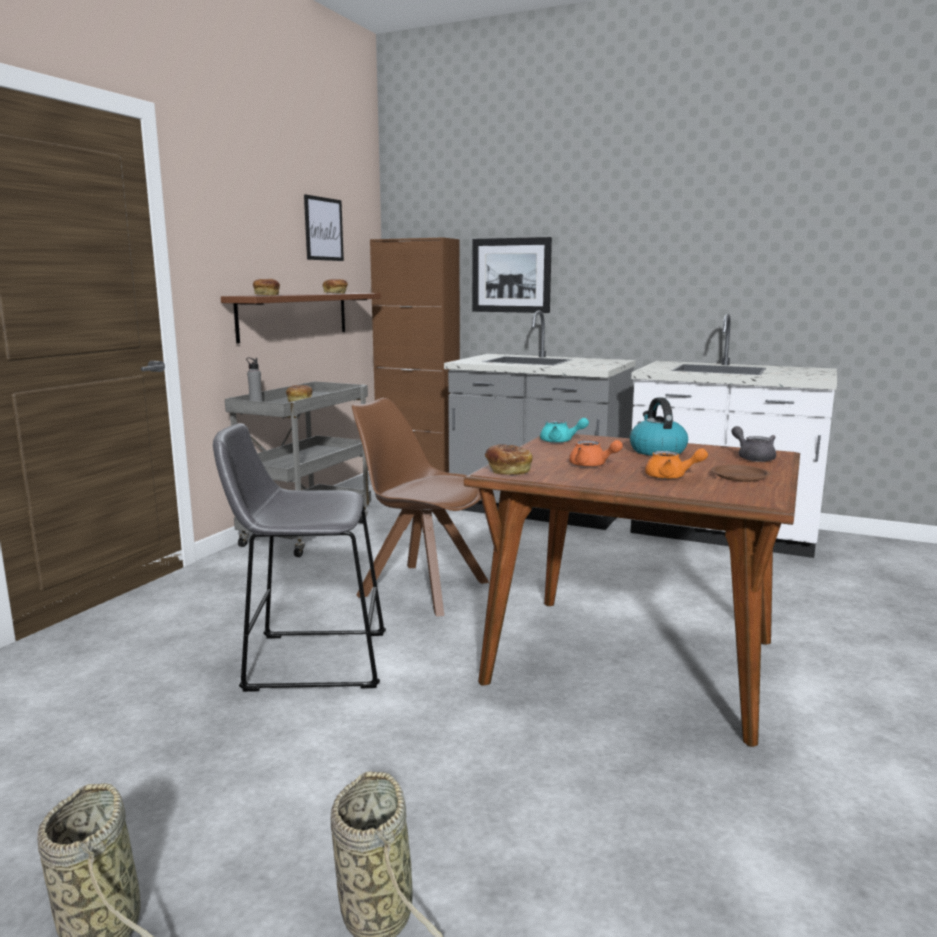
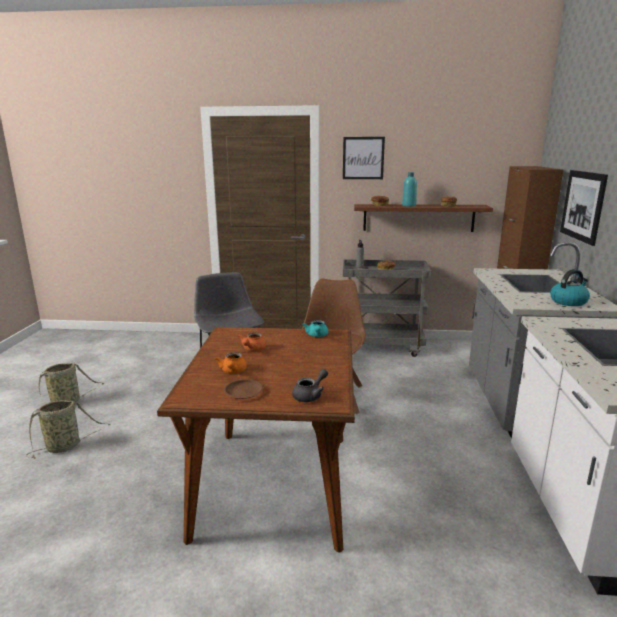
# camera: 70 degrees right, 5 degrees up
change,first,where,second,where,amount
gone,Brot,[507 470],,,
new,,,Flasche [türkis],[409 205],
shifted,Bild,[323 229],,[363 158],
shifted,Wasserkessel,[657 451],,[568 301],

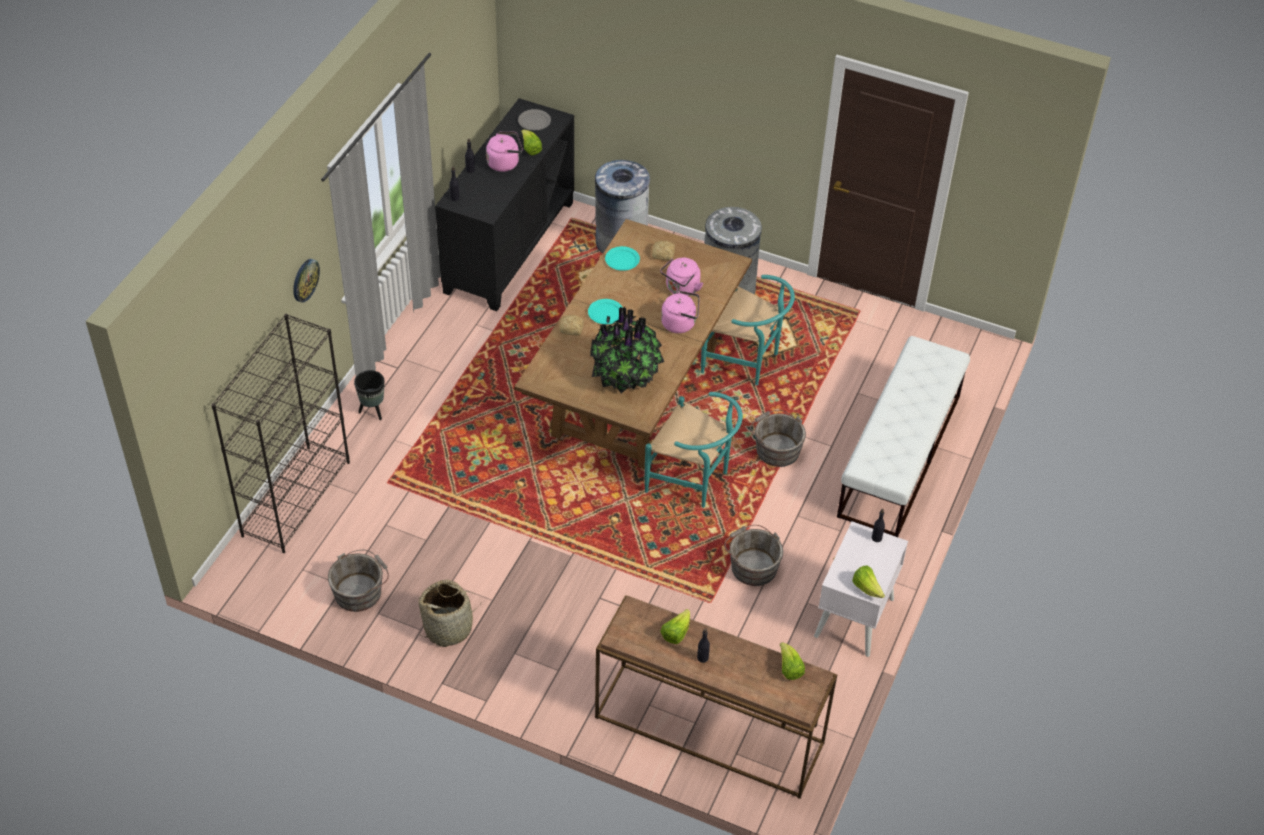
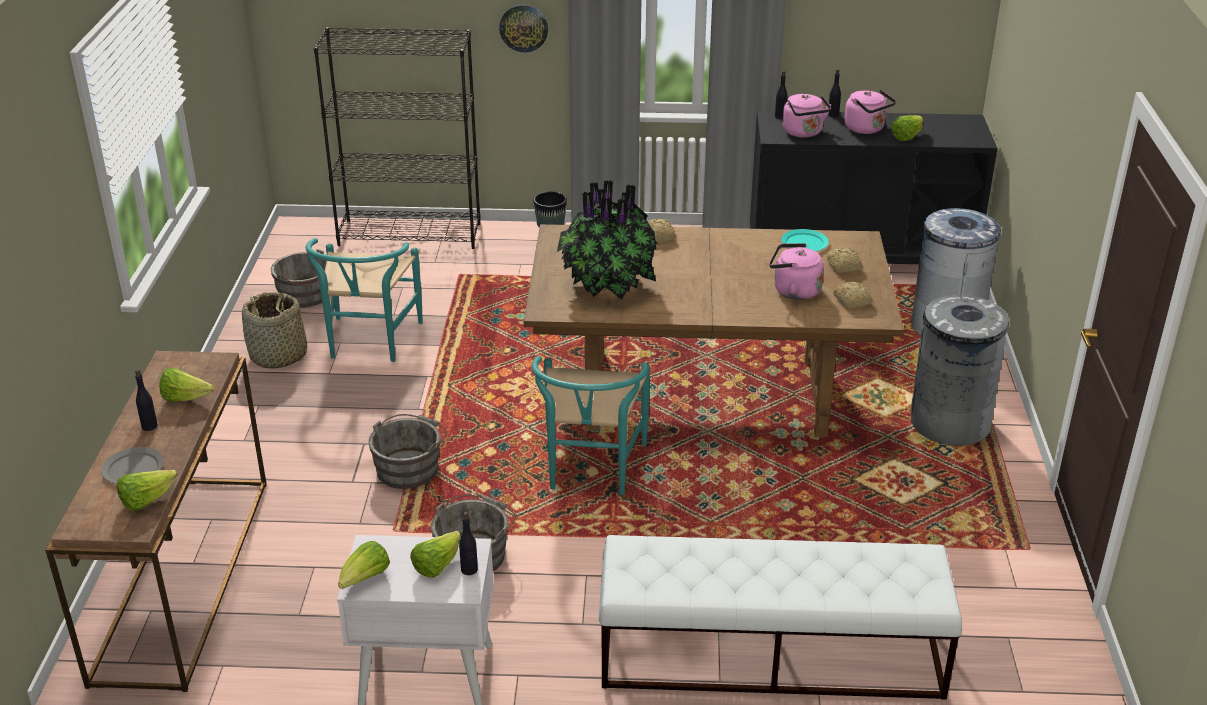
# camera: 70 degrees right, 15 degrees down
change,first,where,second,where,amount
gone,Teller [türkis],[606 313],,,
new,,,Salatkopf,[437 565],
new,,,Brot,[852 300],
shifted,Teller [grau],[534 121],,[133 468],
shifted,Wasserkessel [rosa],[680 323],,[804 133],
shifted,Stuhl [türkis],[746 361],,[369 343],
shifted,Eimer [grau],[776 448],,[410 467],

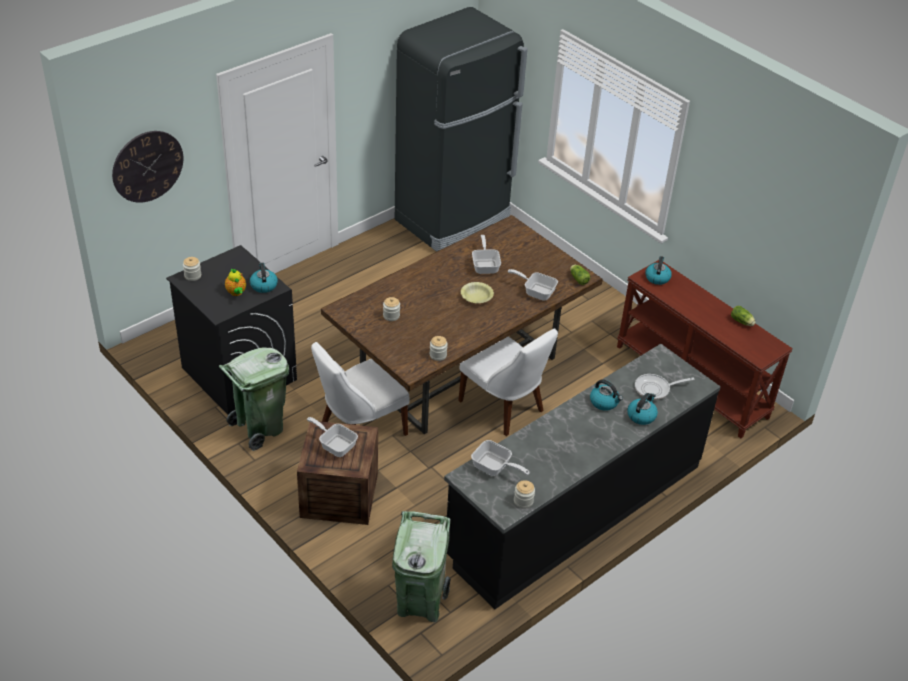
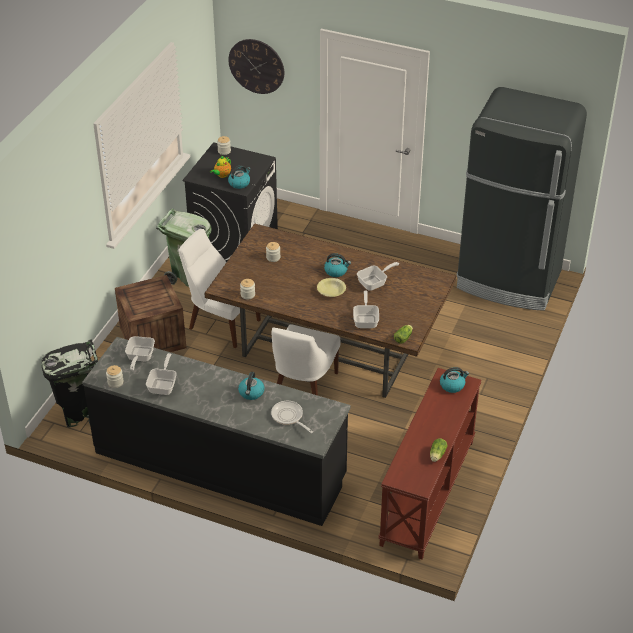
# camera: 65 degrees right, 0 degrees up
change,first,where,second,where,amount
shifted,Pfanne,[335 444],,[163 385],
shifted,Wasserkessel,[641 415],,[336 271],
repainted,Mülleimer [grün],[420 602],Mülleimer [schwarz],[79 413],

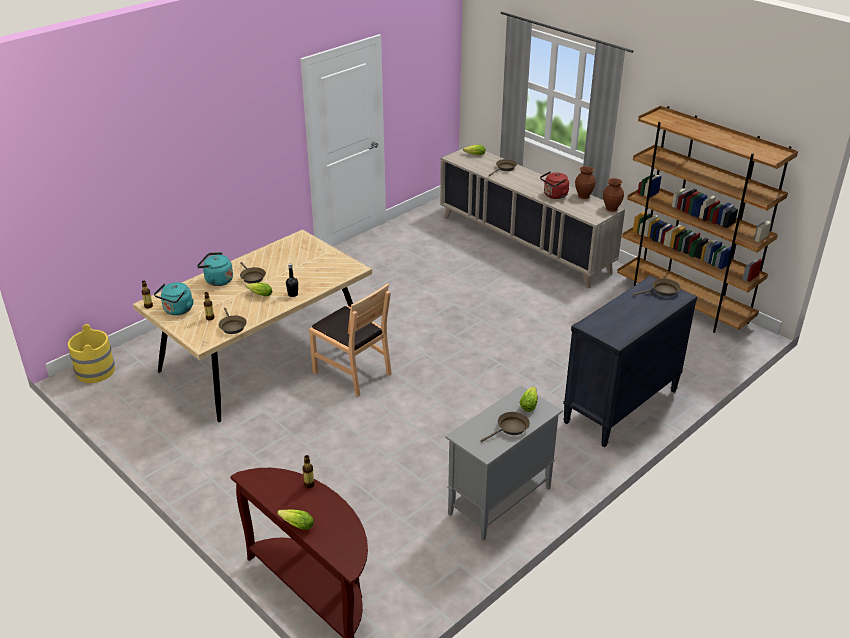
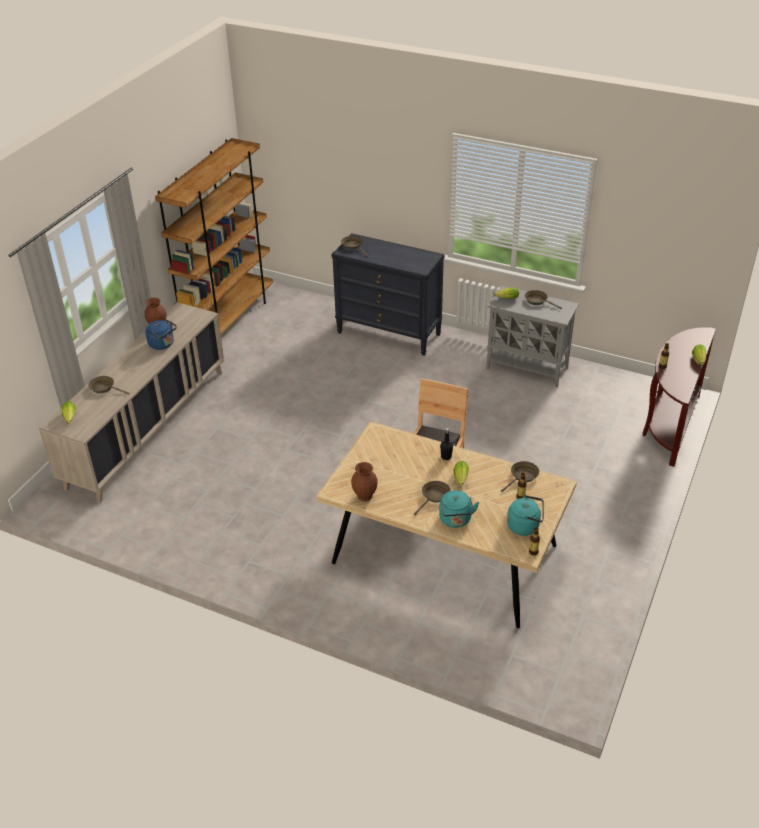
# camera: 110 degrees left, 5 degrees up
change,first,where,second,where,amount
gone,Eimer [gelb],[95 371],,,
shifted,Vase [braun],[611 208],,[364 496],
repainted,Wasserkessel [rot],[554 195],Wasserkessel [blau],[163 344],

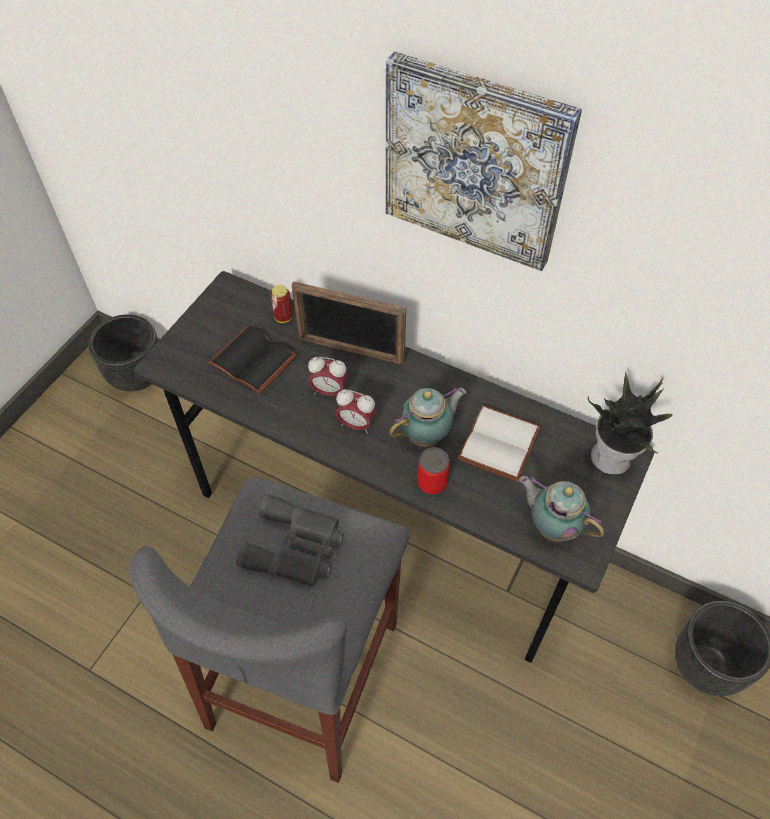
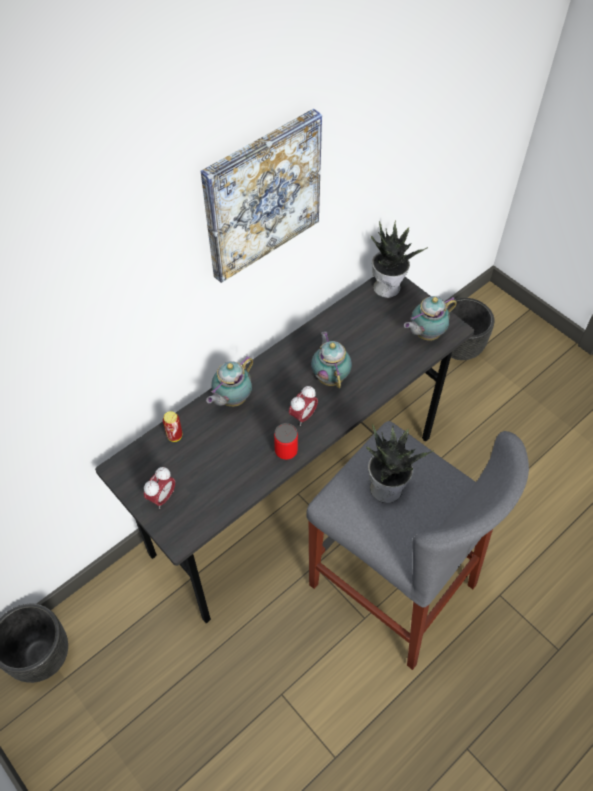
# camera: 70 degrees left, 0 degrees up
change,first,where,second,where,amount
gone,Buch [schwarz],[255 360],,,
gone,Buch [weiß],[500 446],,,
shifted,Wecker,[329 391],,[162 497],
shifted,Dose,[432 483],,[286 451],
swapped,Fernglas [grau],[296 548],Topfpflanze,[387 487],
swapped,Bilderrahmen,[350 350],Teekanne,[232 400],

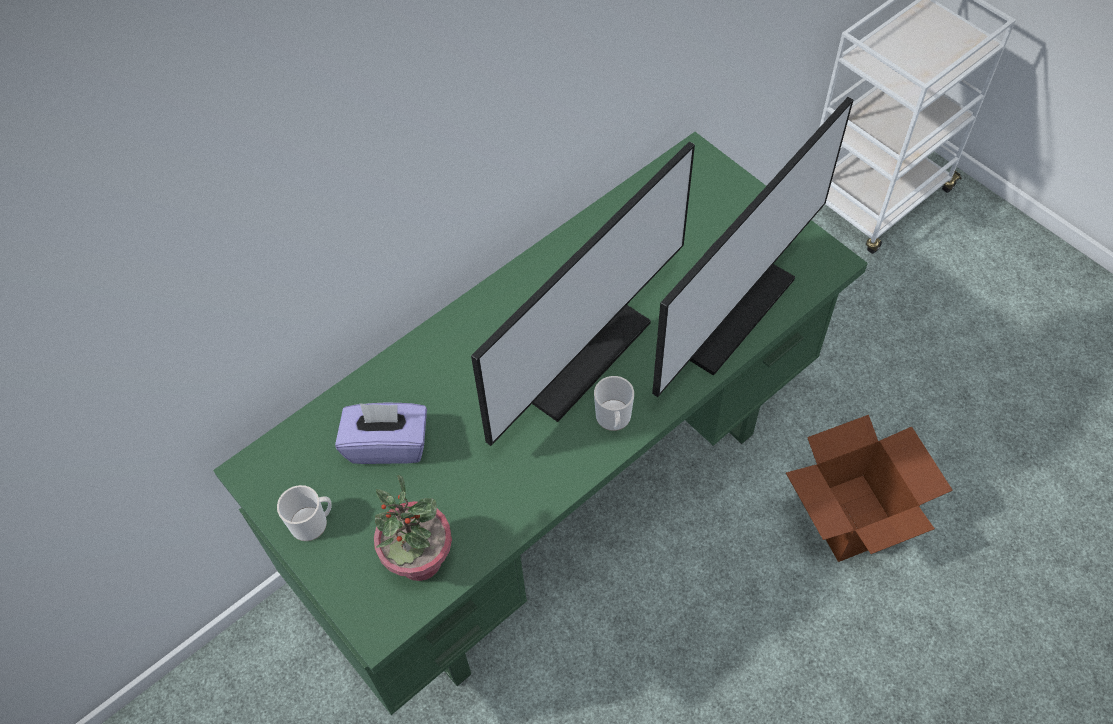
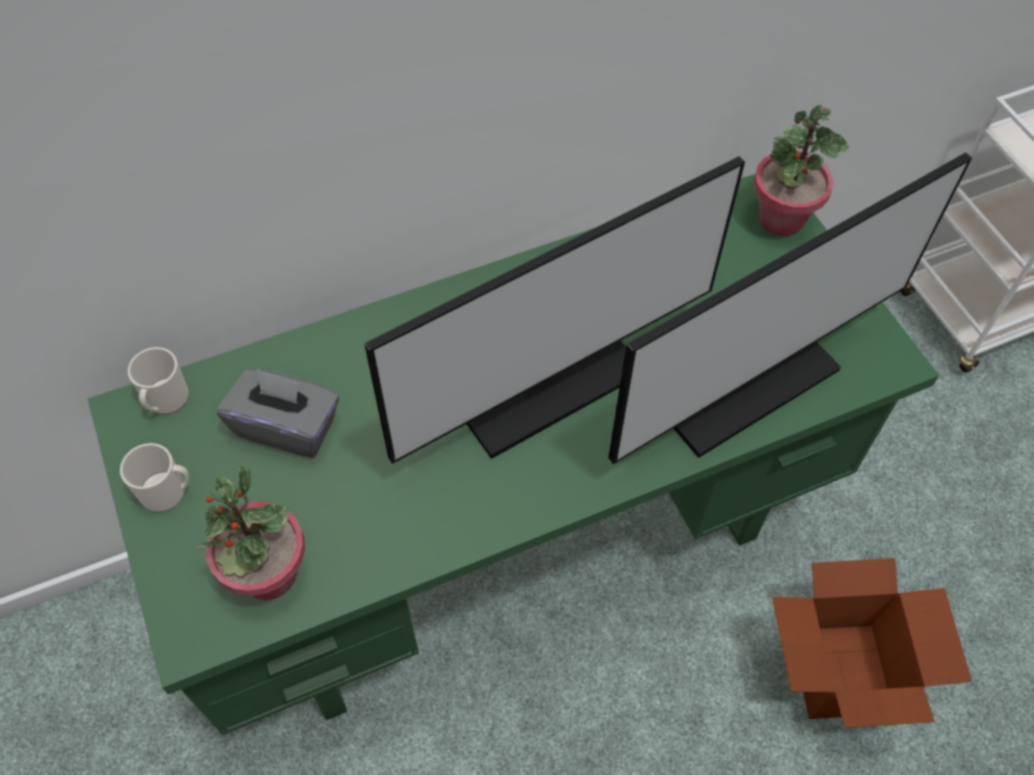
# camera: 15 degrees right, 0 degrees up
change,first,where,second,where,amount
new,,,Topfpflanze,[781 219],
shifted,Henkelbecher,[614 419],,[166 401],
repainted,Taschentuchbox [lila],[388 444],Taschentuchbox [grau],[287 427],

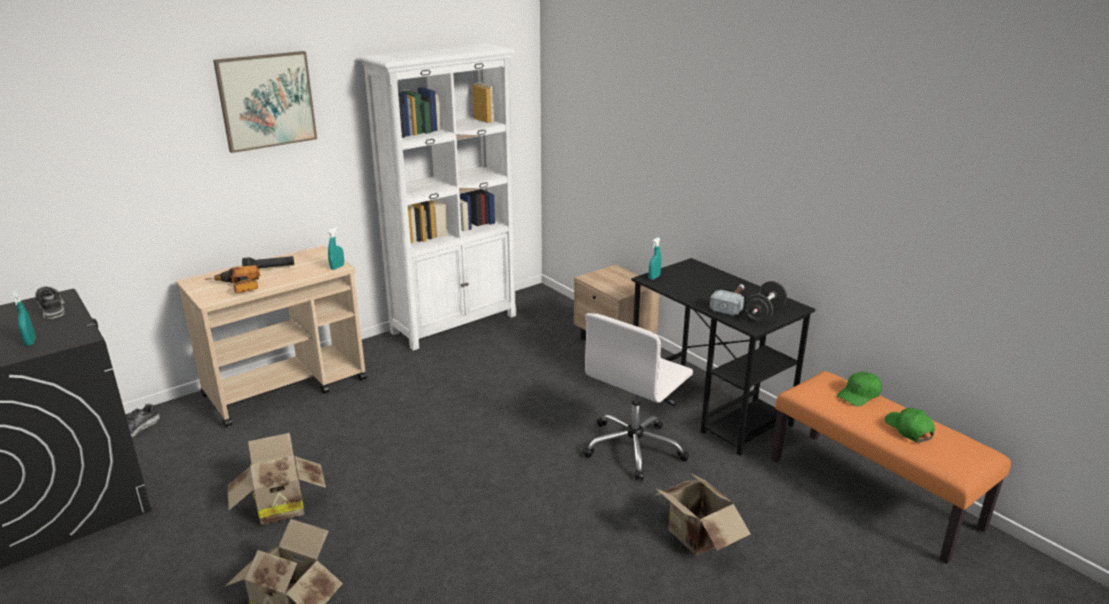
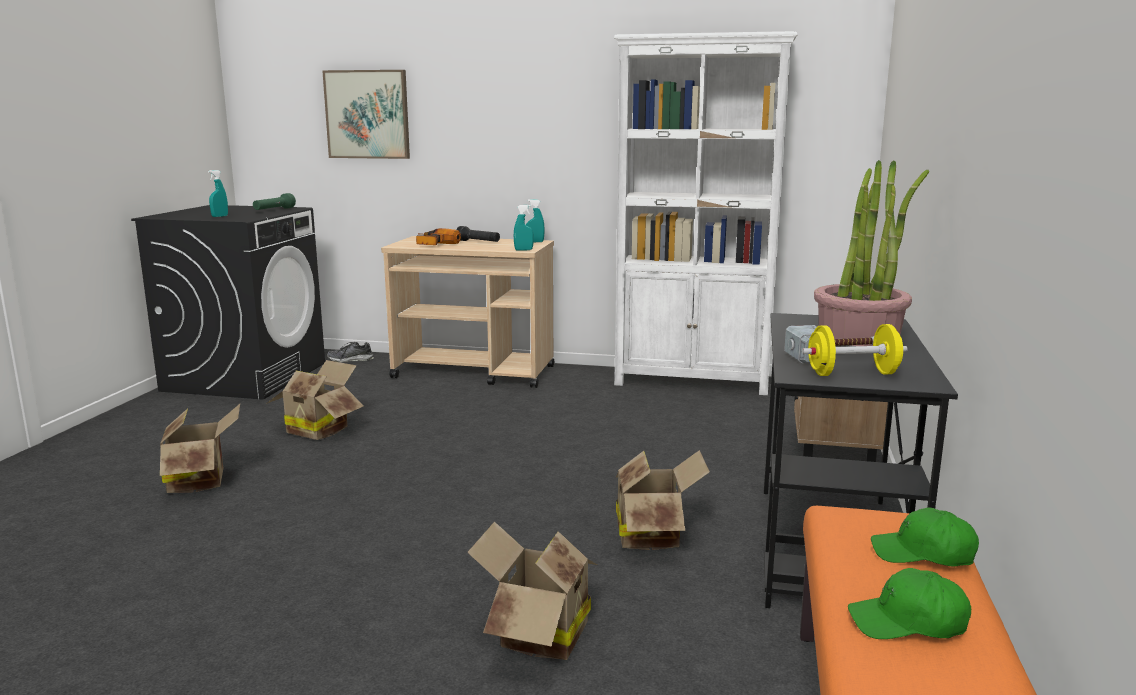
# camera: 50 degrees right, 10 degrees down
change,first,where,second,where,amount
new,,,Topfpflanze,[859 336],
shifted,Bild,[266 100],,[367 114],
shifted,Sprühflasche [türkis],[654 277],,[535 242],
swapped,Schuh,[51 308],Taschenlampe [grün],[274 210],
swapped,Bürostuhl [weiß],[635 448],Karton,[653 535],
repainted,Hantel [schwarz],[764 314],Hantel [gelb],[852 374],
rotated,Kappe [grün],[908 430],,[908 623],120 degrees counterclockwise

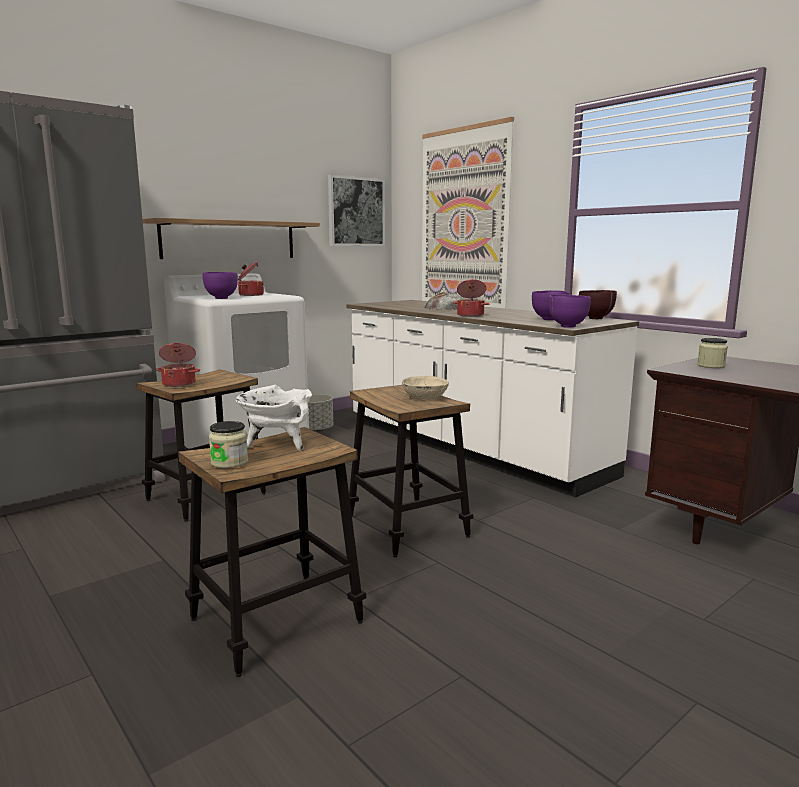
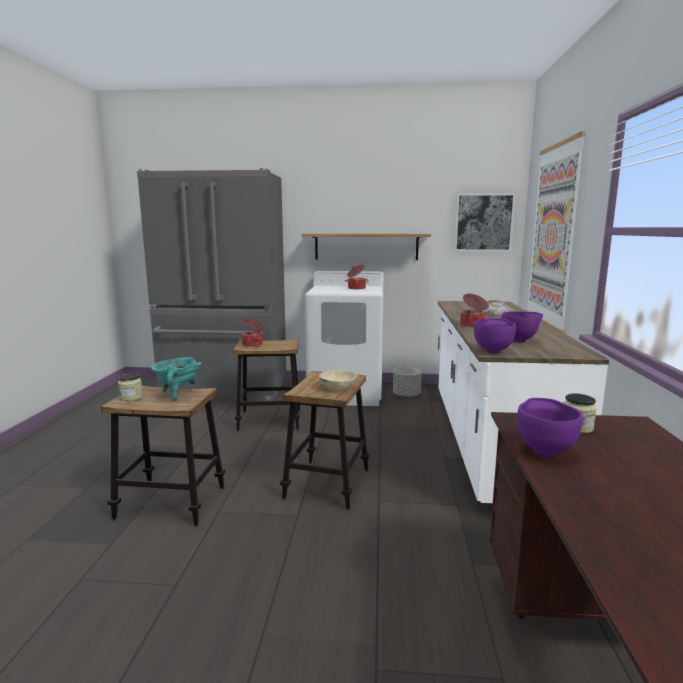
# camera: 45 degrees right, 0 degrees up
change,first,where,second,where,amount
gone,Schüssel [braun],[597 318],,,
shifted,Schüssel [lila],[220 298],,[544 450],
repainted,Kochtopf [weiß],[277 444],Kochtopf [türkis],[178 394],

